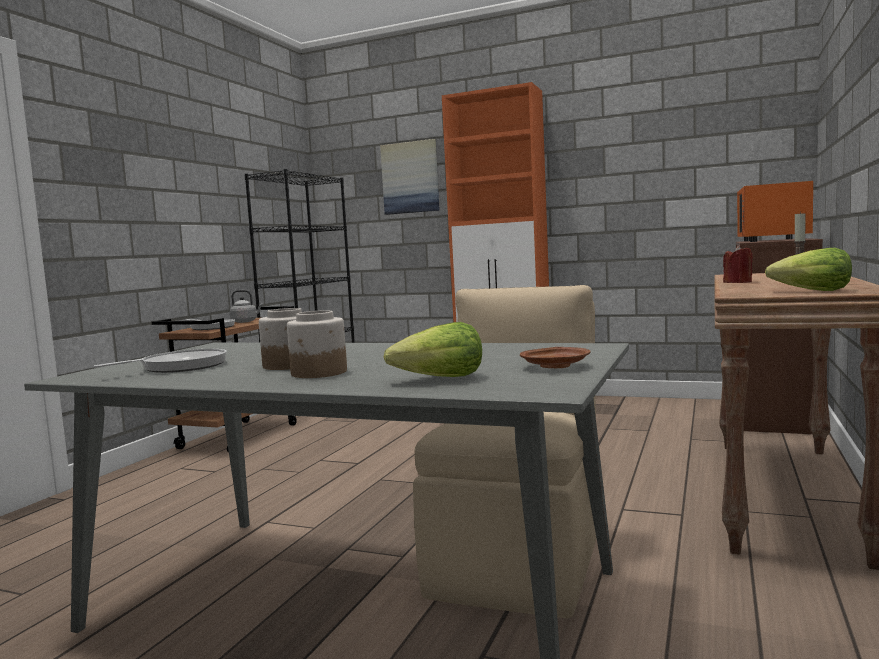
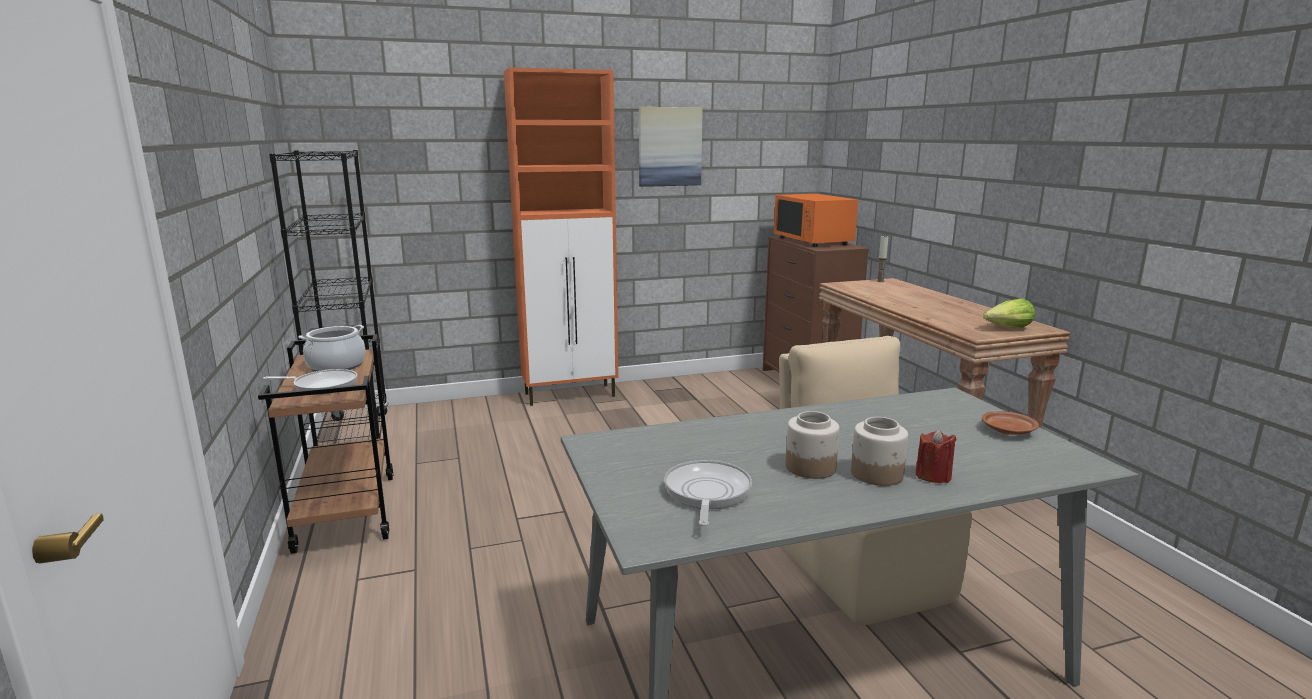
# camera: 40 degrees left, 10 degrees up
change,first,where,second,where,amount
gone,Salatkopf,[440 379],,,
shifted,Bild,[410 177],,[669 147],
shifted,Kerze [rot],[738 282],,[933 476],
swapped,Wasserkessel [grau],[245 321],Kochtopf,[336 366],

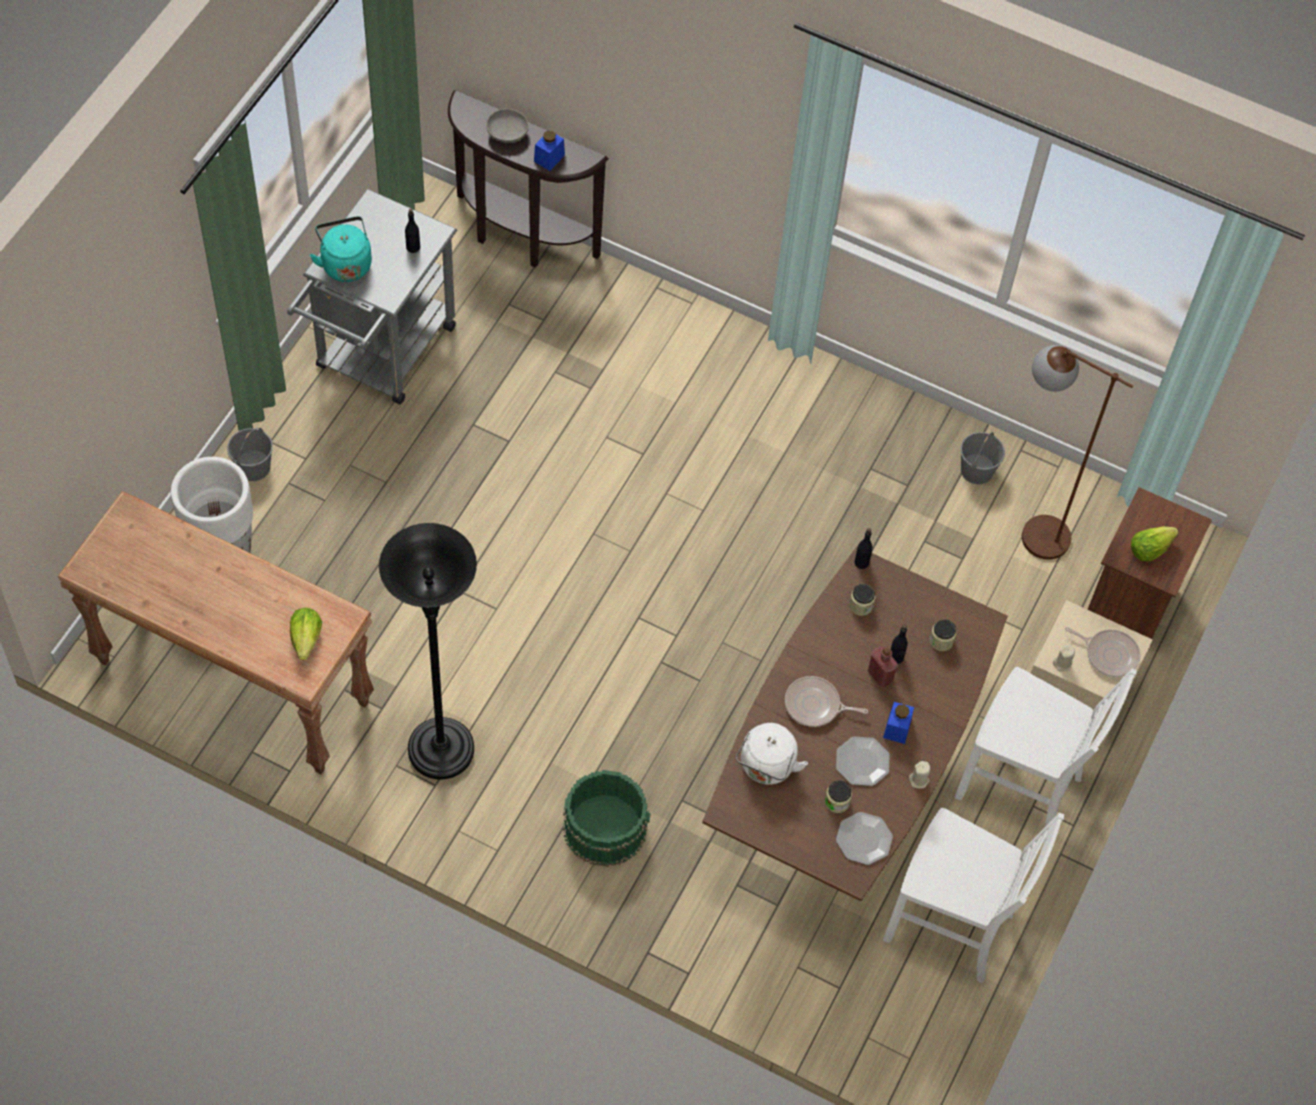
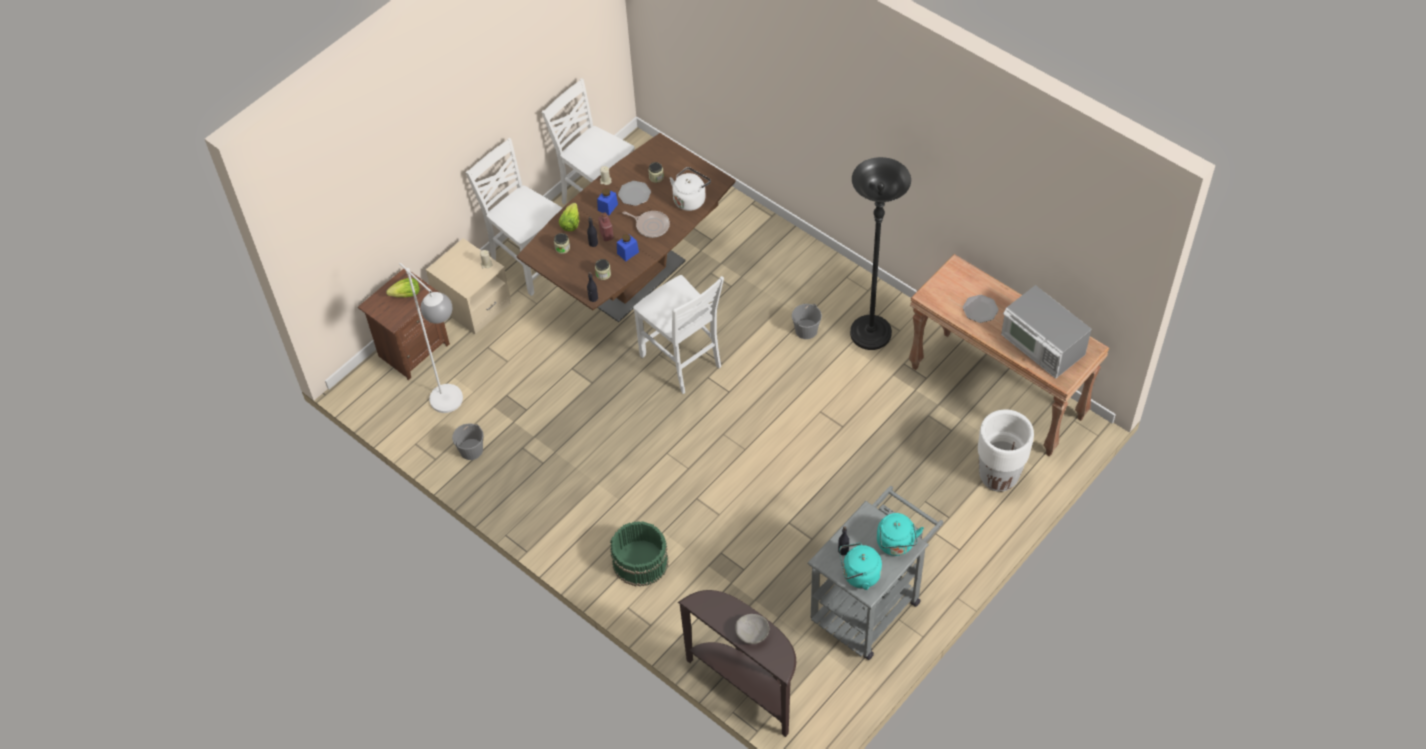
# camera: 160 degrees left, 5 degrees down
change,first,where,second,where,amount
gone,Pfanne,[1109 654],,,
new,,,Stuhl [weiß],[682 362],
new,,,Wasserkessel [türkis],[859 575],
new,,,Mikrowelle,[1042 345],
shifted,Eimer [grau],[253 466],,[806 330],
shifted,Salatkopf,[306 639],,[570 223],
shifted,Vorratsglas [blau],[549 158],,[628 253],
shifted,Eimer [grün],[605 827],,[640 562],
shifted,Teller,[864 839],,[980 309],
repainted,Stehlampe [braun],[1029 529],Stehlampe [weiß],[454 406],

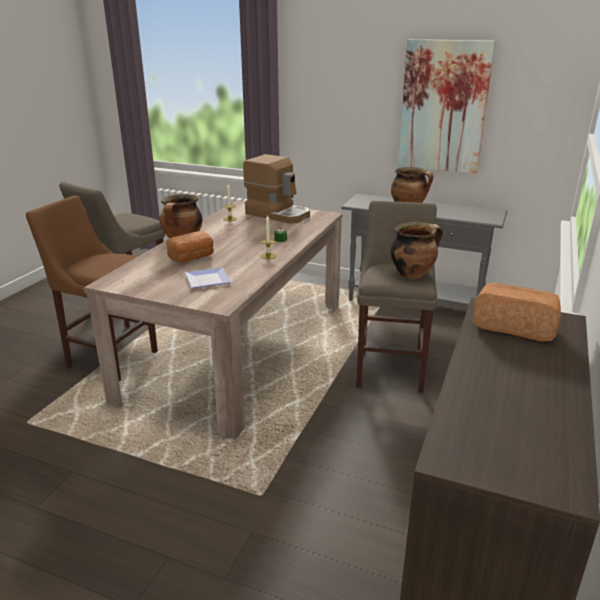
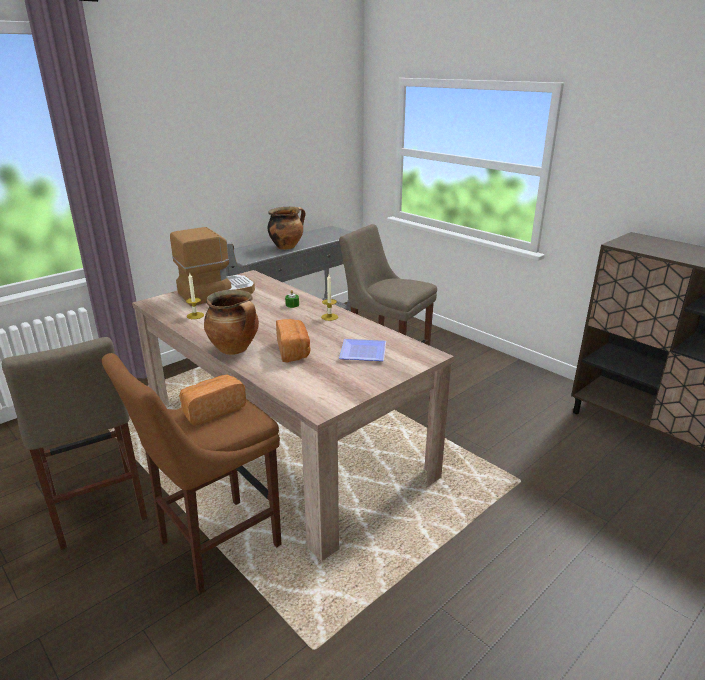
# camera: 65 degrees left, 0 degrees up
change,first,where,second,where,amount
gone,Kochtopf,[412 274],,,
gone,Bild,[443 107],,,
shifted,Brot,[514 326],,[212 410],

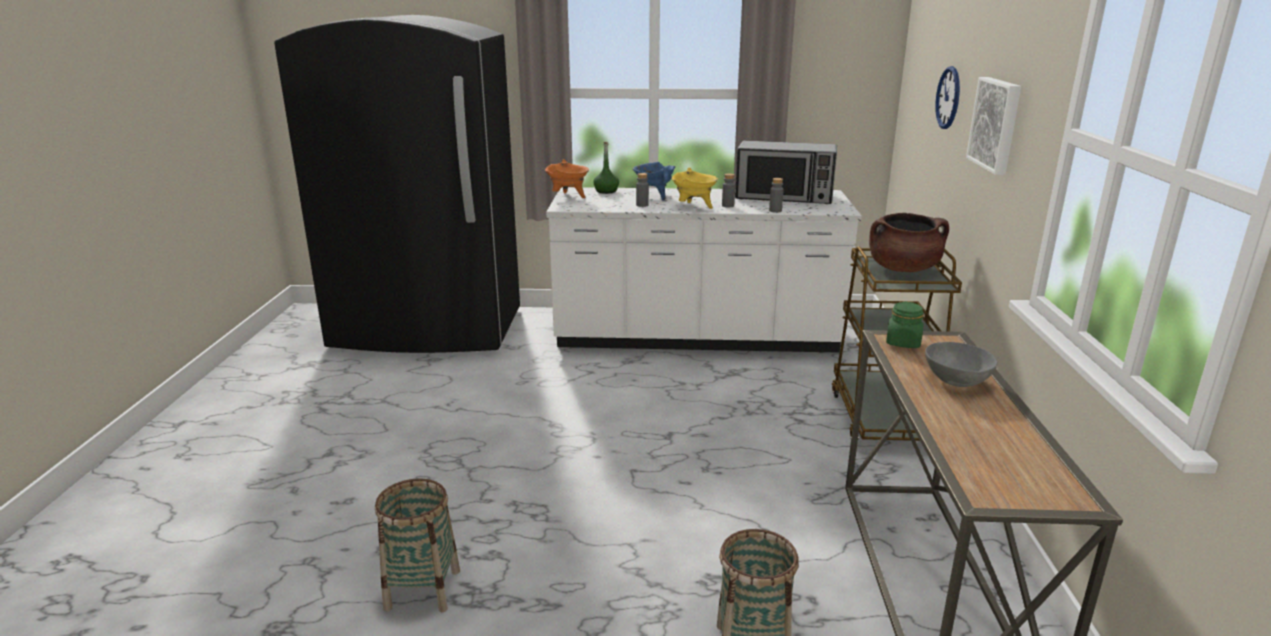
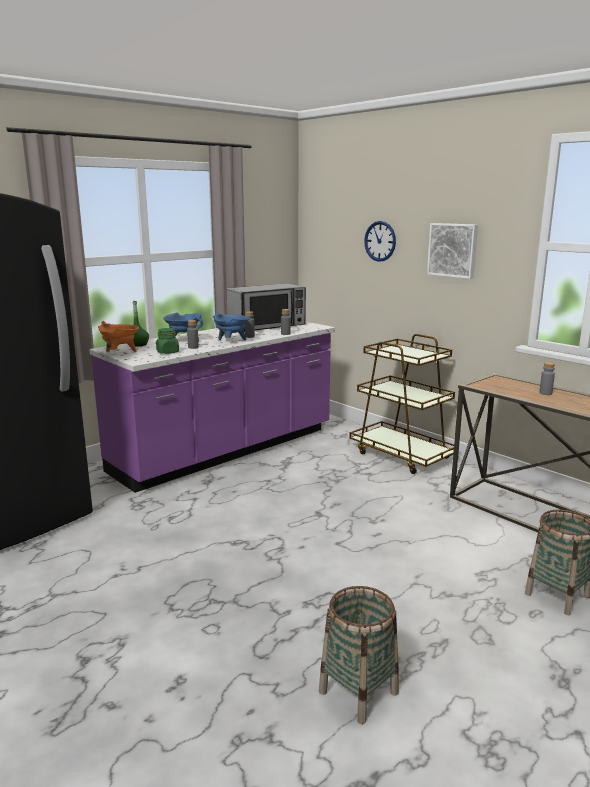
# camera: 45 degrees left, 5 degrees down
change,first,where,second,where,amount
gone,Kochtopf [braun],[903 269],,,
shifted,Vorratsglas [grün],[903 343],,[168 352],
swapped,Schüssel [grau],[956 381],Flasche [grau],[545 393],
repainted,Küchenzeile [weiß],[696 338],Küchenzeile [lila],[226 451],
repainted,Kochtopf [gelb],[694 207],Kochtopf [blau],[231 341],

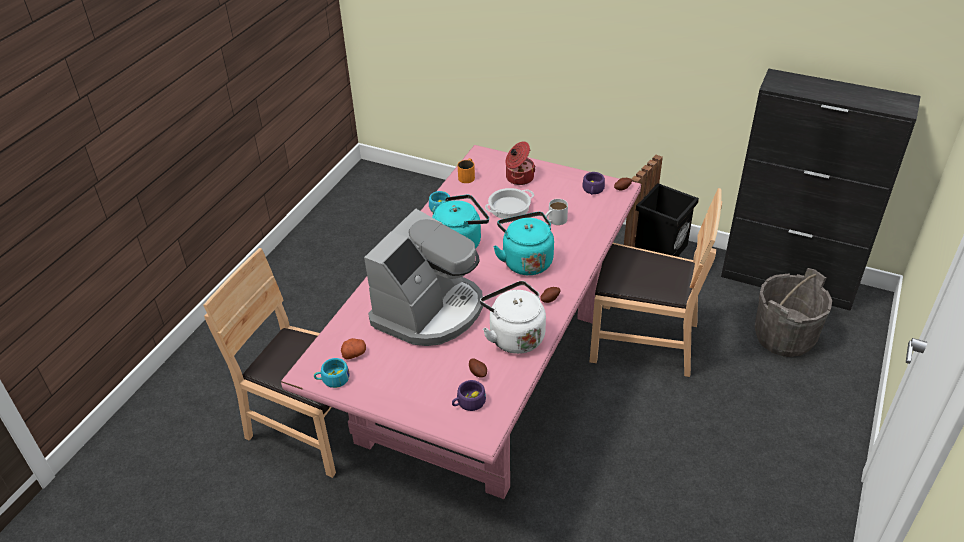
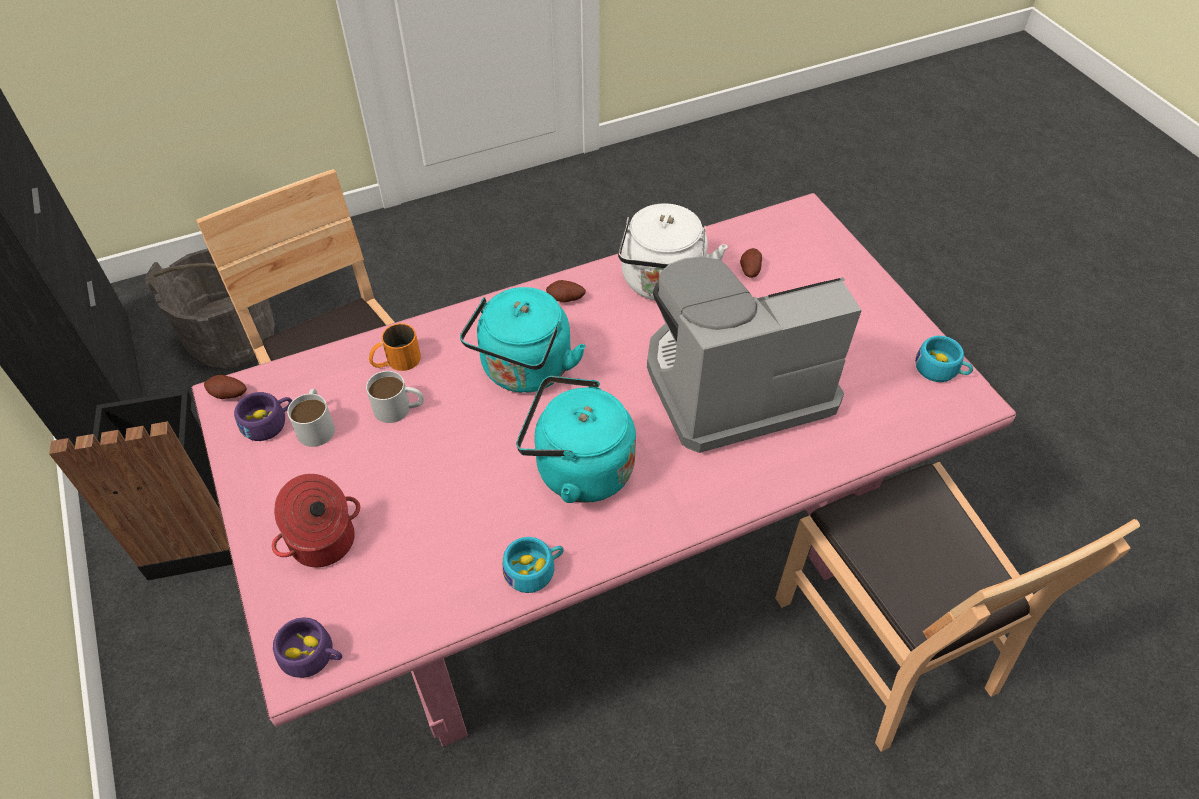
# camera: 140 degrees left, 10 degrees up
change,first,where,second,where,amount
gone,Kartoffel,[354 353],,,
gone,Kochtopf,[509 208],,,
new,,,Henkelbecher [weiß],[317 425],
shifted,Tasse [lila],[468 403],,[313 656],
shifted,Henkelbecher [orange],[468 176],,[395 361],

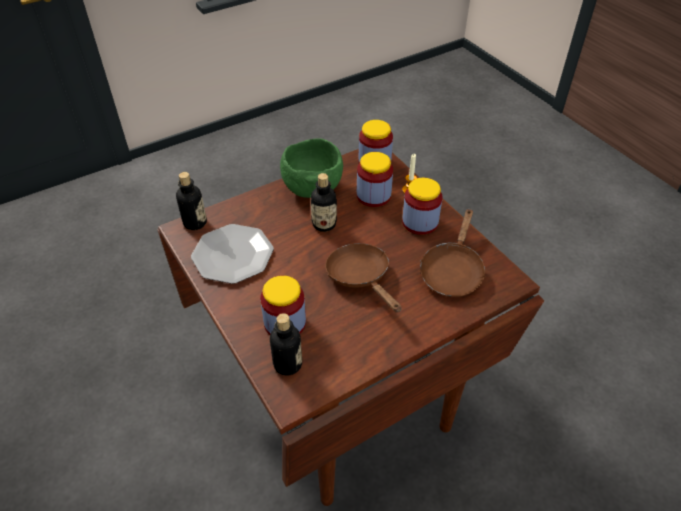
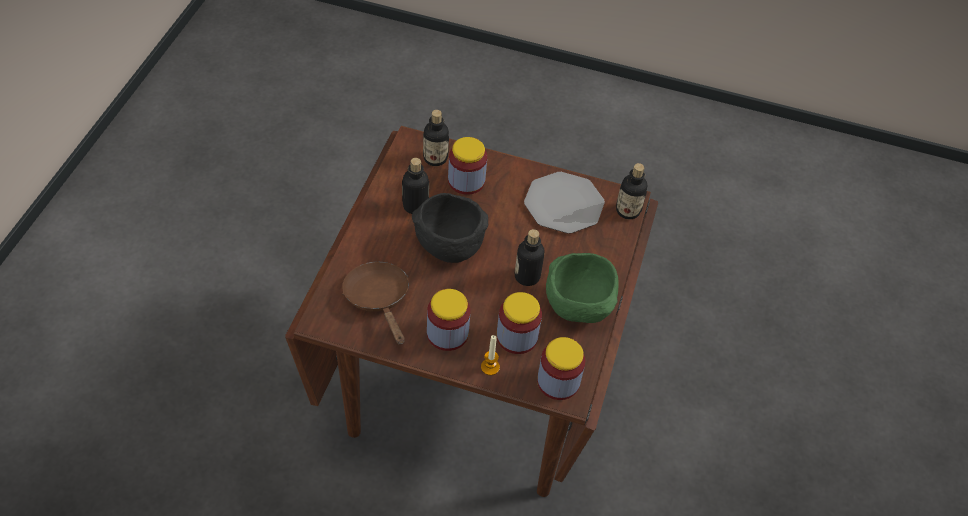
# camera: 135 degrees right, 5 degrees up
change,first,where,second,where,amount
new,,,Flasche,[415 206],
swapped,Pfanne [braun],[361 277],Schüssel [schwarz],[447 247],

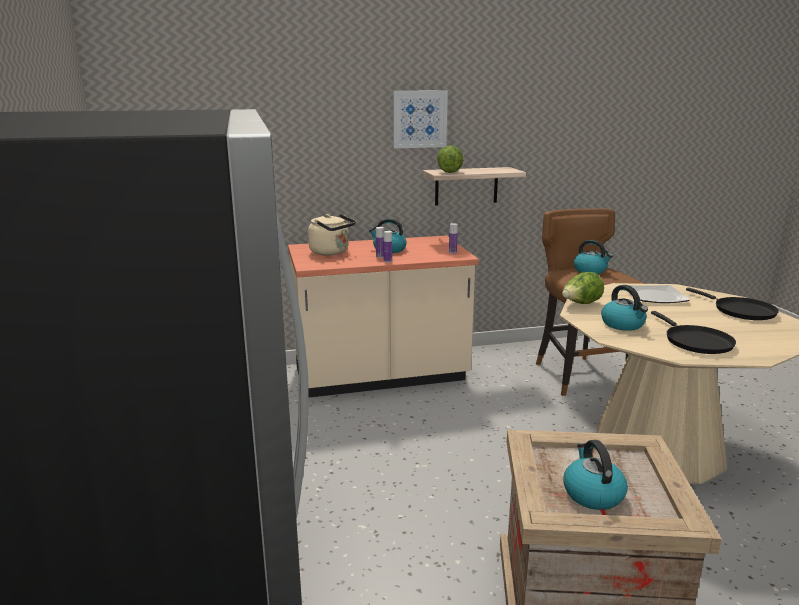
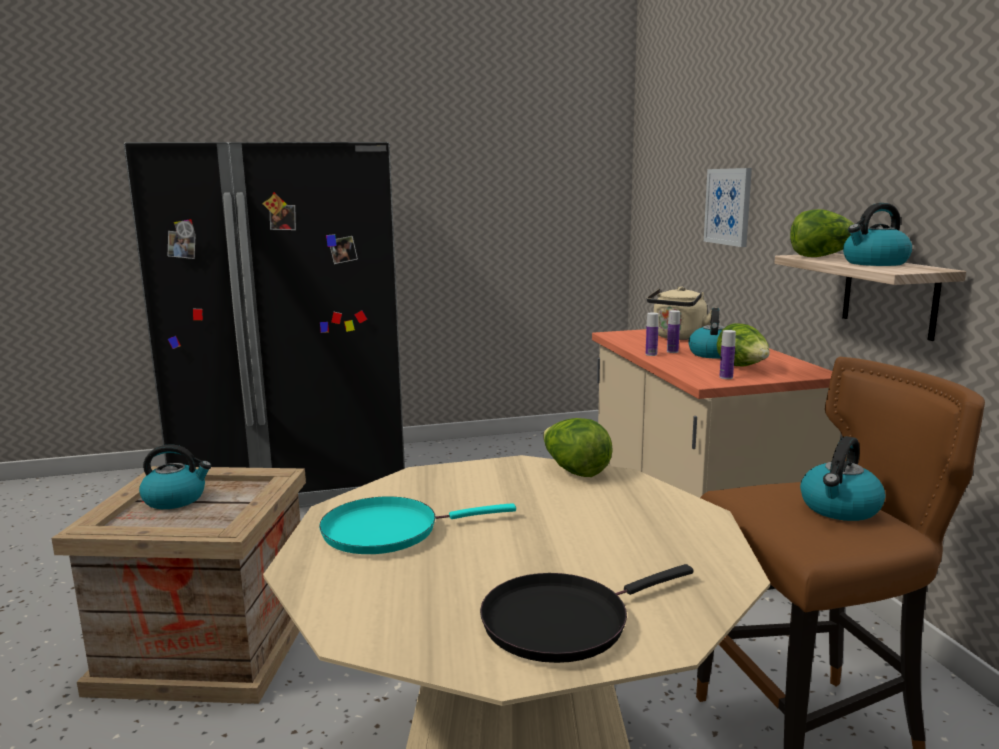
# camera: 90 degrees right, 5 degrees down
change,first,where,second,where,amount
gone,Teller,[656 296],,,
new,,,Salatkopf,[742 367],
shifted,Bild,[419 119],,[728 206],
shifted,Wasserkessel,[623 324],,[874 263],
repainted,Pfanne [schwarz],[695 341],Pfanne [türkis],[388 531],

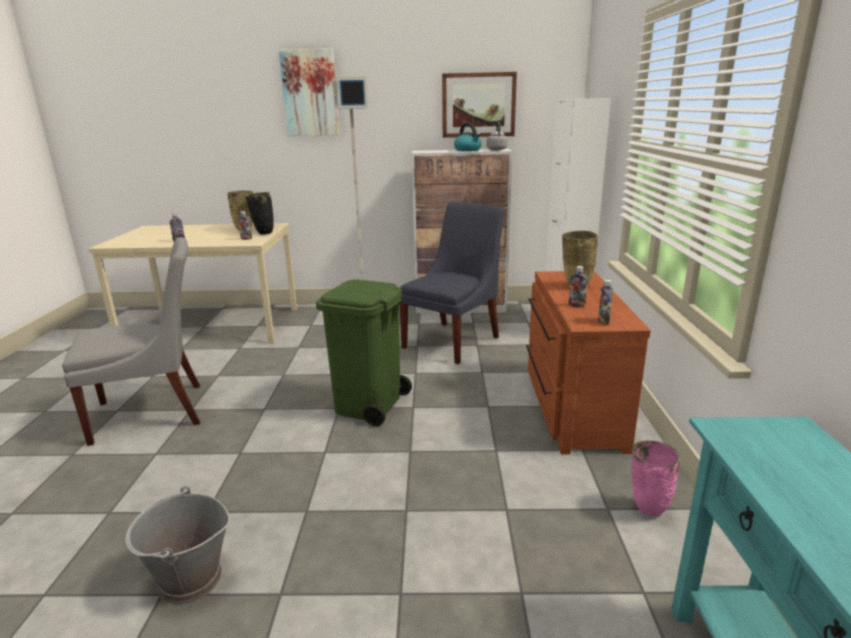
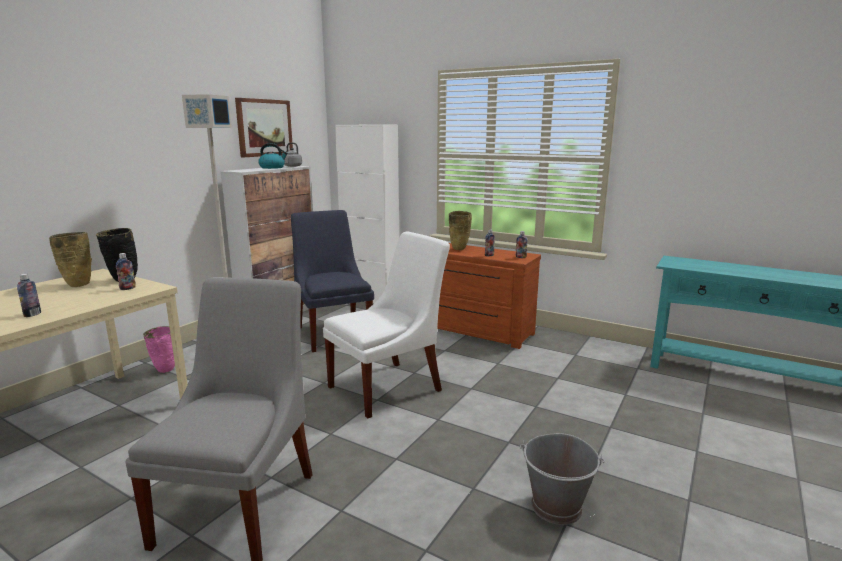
# camera: 60 degrees left, 5 degrees down
change,first,where,second,where,amount
gone,Bild,[310 93],,,
shifted,Vase [rosa],[646 510],,[164 370],
swapped,Mülleimer [grün],[368 405],Stuhl [weiß],[389 387],

